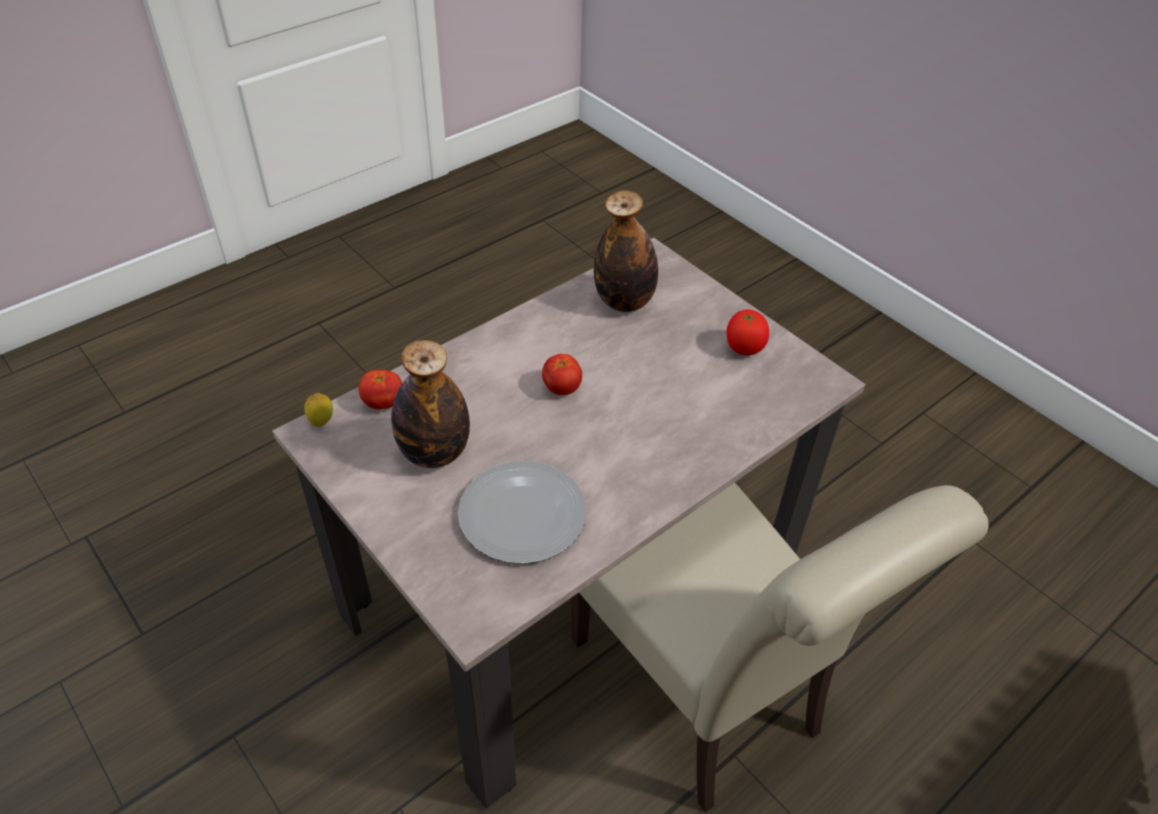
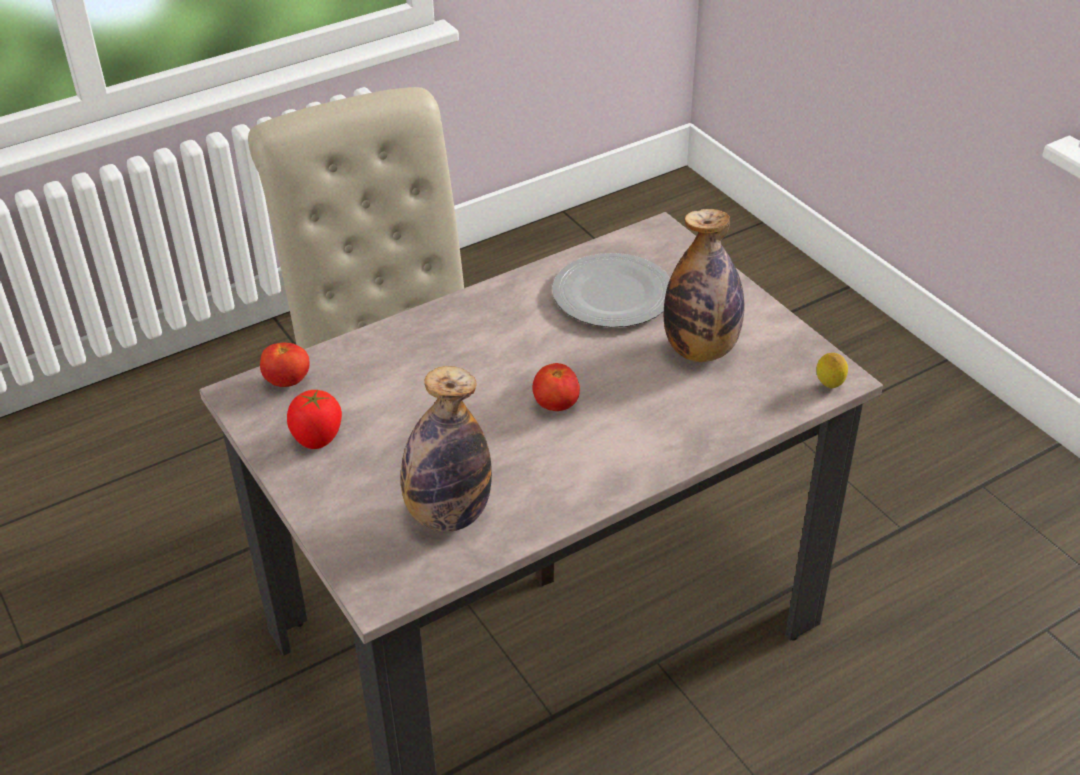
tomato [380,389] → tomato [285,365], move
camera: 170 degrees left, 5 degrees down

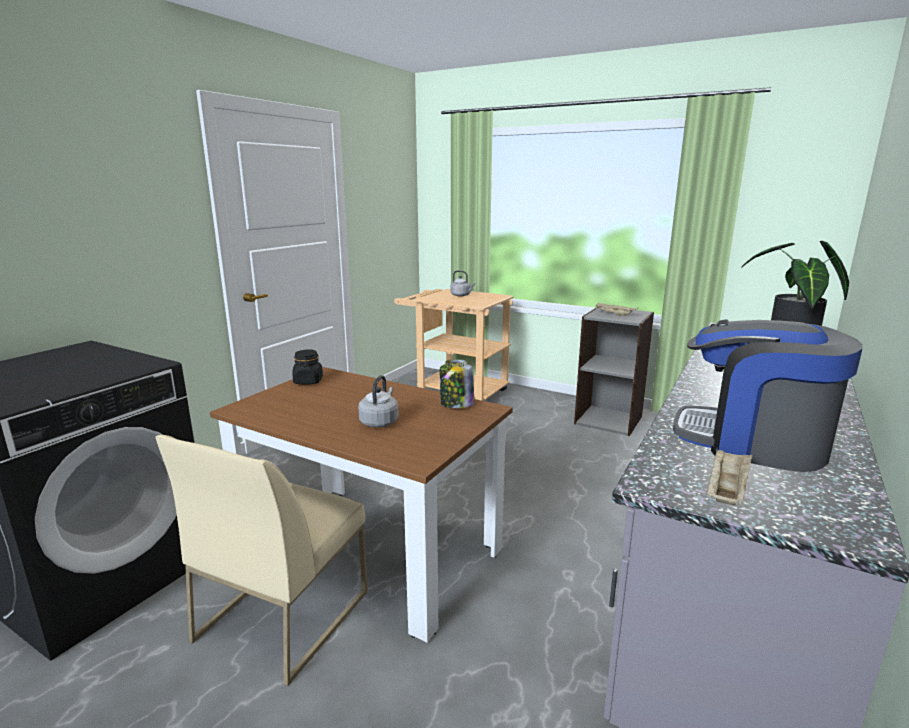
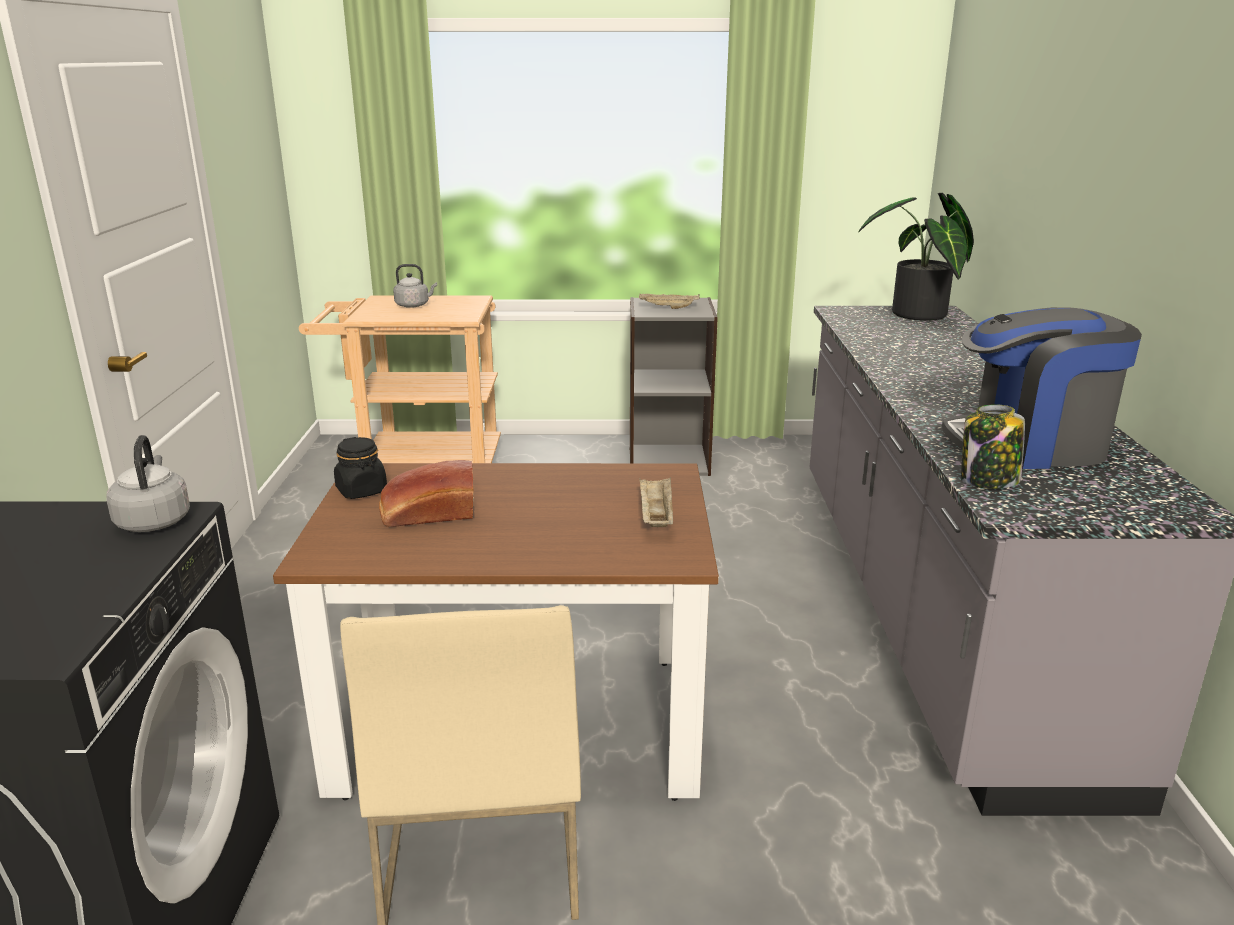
gray water kettle [378,401] → gray water kettle [148,483], move
- → bakery bread [426,493]
beige serving tray [729,476] → beige serving tray [656,502], move
preserve jar [457,383] → preserve jar [993,446], move
camera: 30 degrees left, 5 degrees up

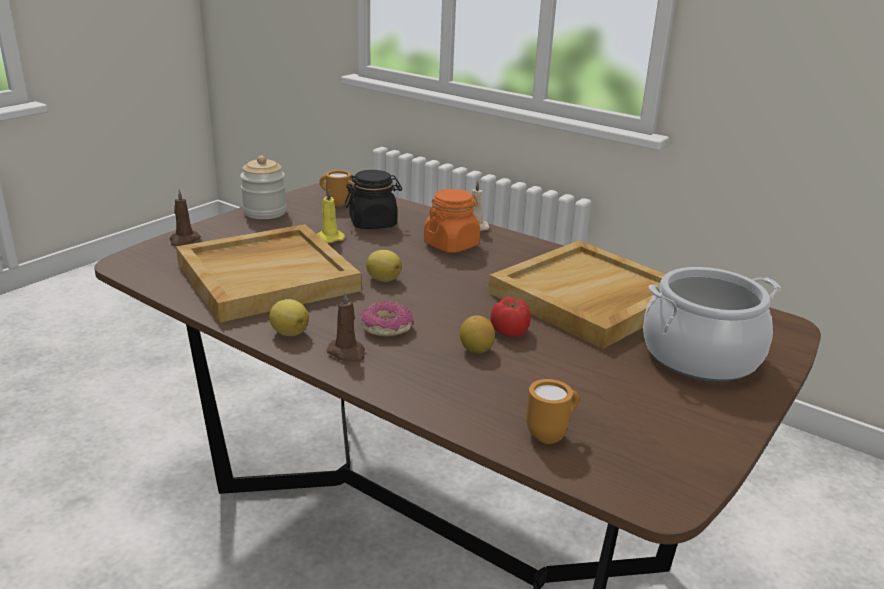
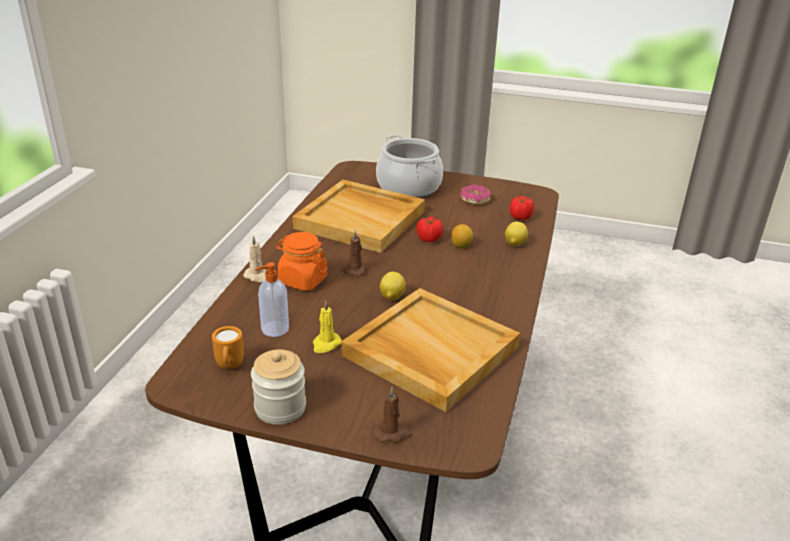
black-coloured preserve jar [373,199] → liquid soap bottle [272,299]
brown-coloured wax candle [345,326] → brown-coloured wax candle [355,253], move
ring doughnut [387,319] → ring doughnut [475,194], move
citrus fruit [289,317] → citrus fruit [516,233], move
orange mug [553,411] → tomato [522,208]
camera: 110 degrees left, 5 degrees up

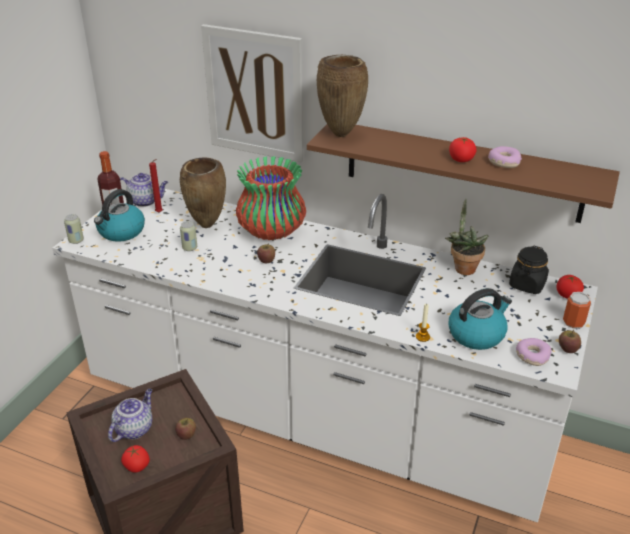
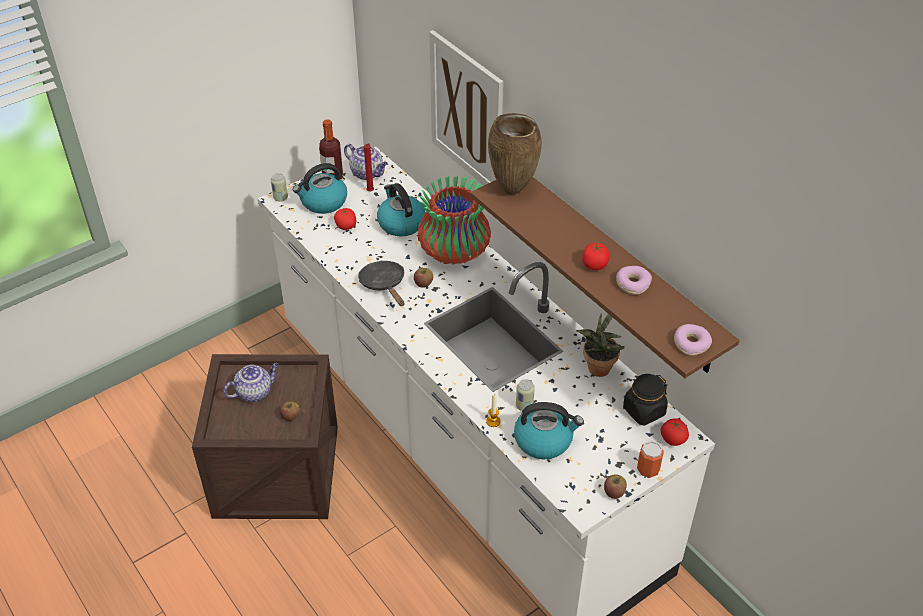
tomato [135,459] → tomato [345,218], move
- → black-coloured pan [381,283]
brown-coloured vase [203,193] → water kettle [401,210]
can [188,236] → can [525,395], move
ring doughnut [534,352] → ring doughnut [693,340], move
camera: 30 degrees right, 10 degrees up

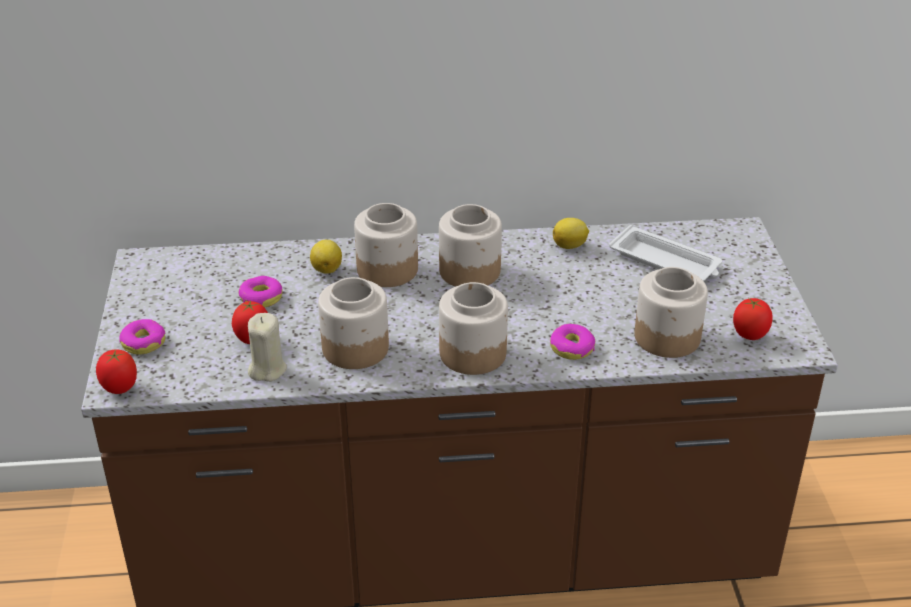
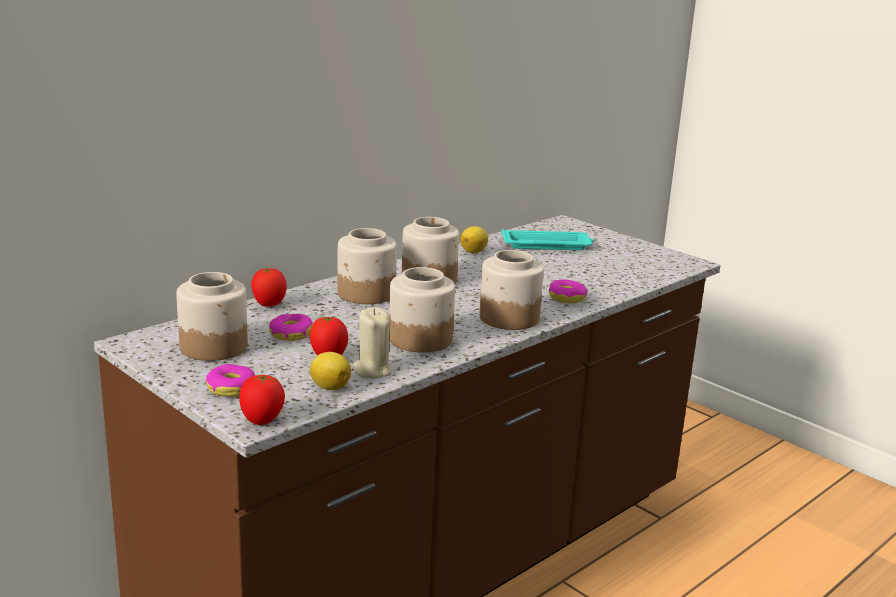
preserve jar [671,312] → preserve jar [212,316], move
tomato [753,319] → tomato [269,287], move
citrus fruit [326,257] → citrus fruit [330,371], move
whitish serving tray [665,253] → turquoise serving tray [548,239]
camera: 40 degrees left, 15 degrees down

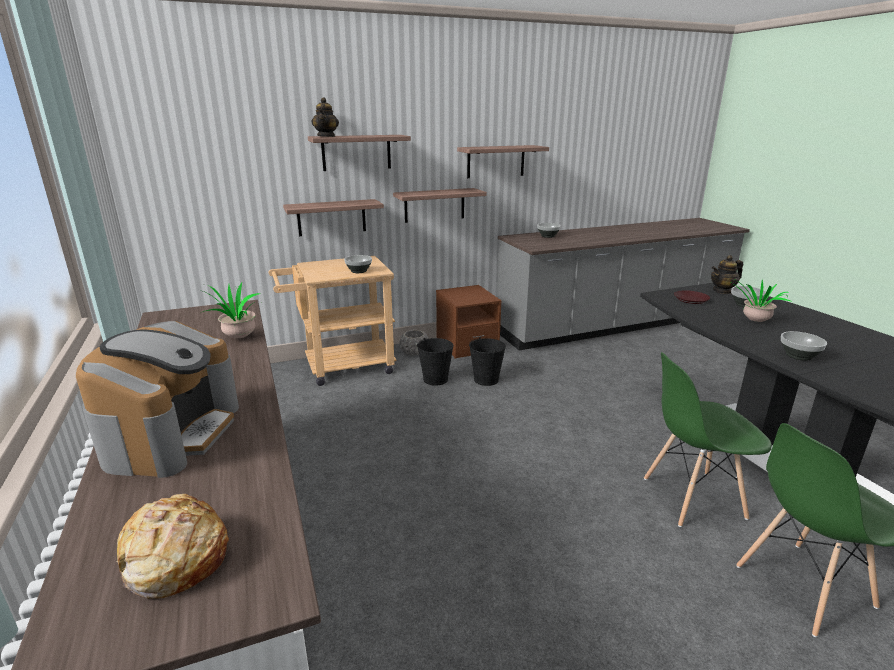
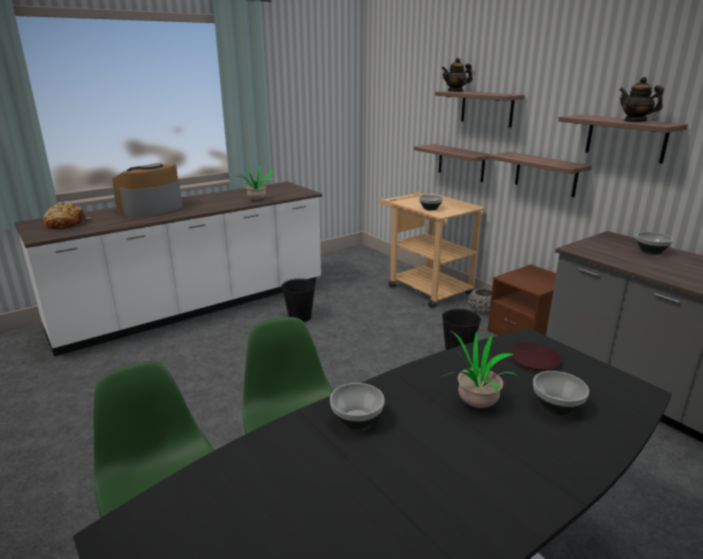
coffee brewer [157,399] → coffee brewer [147,190], 135 degrees clockwise
black-coloured bucket [435,362] → black-coloured bucket [298,300], move
teapot [727,274] → teapot [642,99], move
camera: 75 degrees right, 0 degrees up

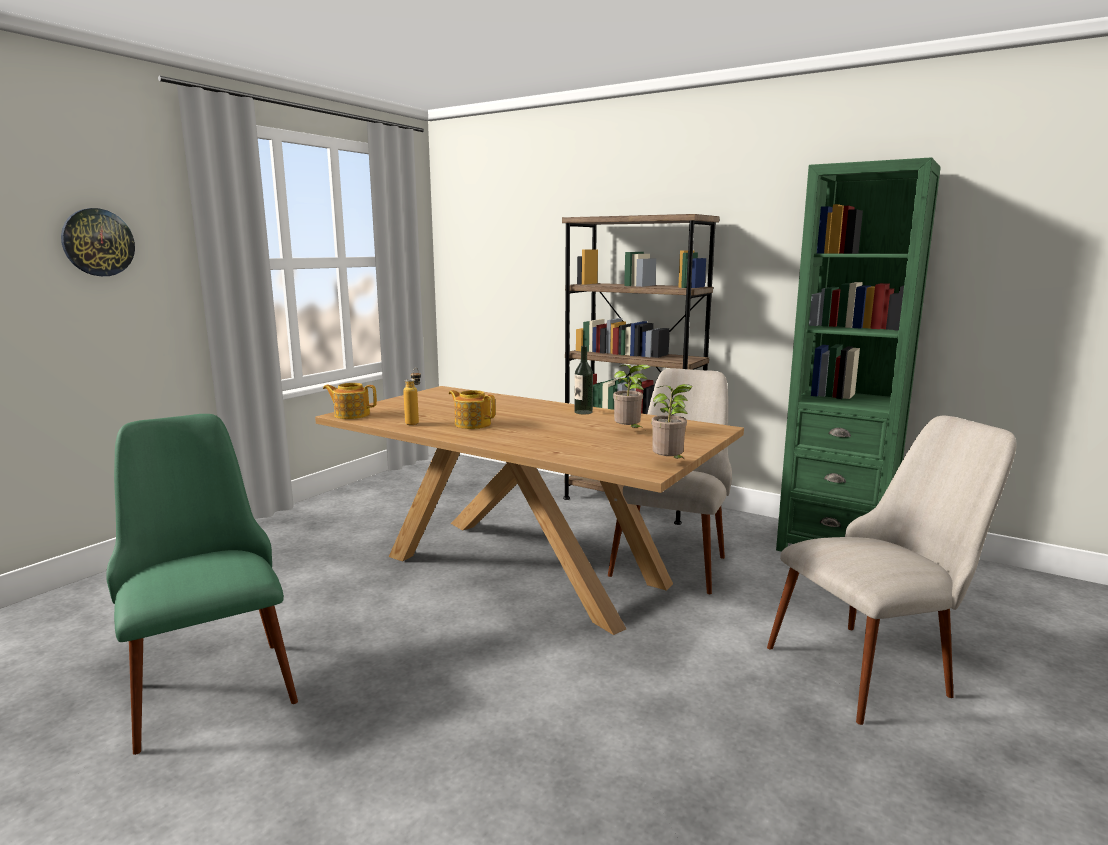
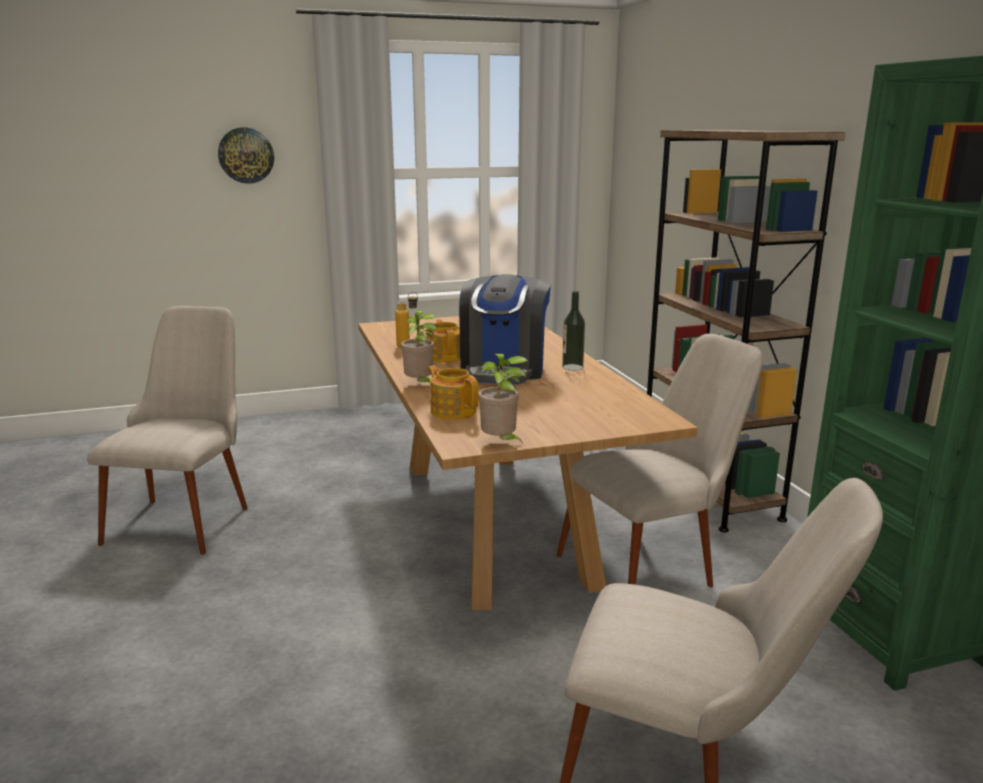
greenish upright chair [202,584] → beige upright chair [167,430]
houseplant [631,397] → houseplant [419,346], move
teapot [350,401] → teapot [453,392], move
- → coffee brewer [505,329]
camera: 40 degrees right, 5 degrees up

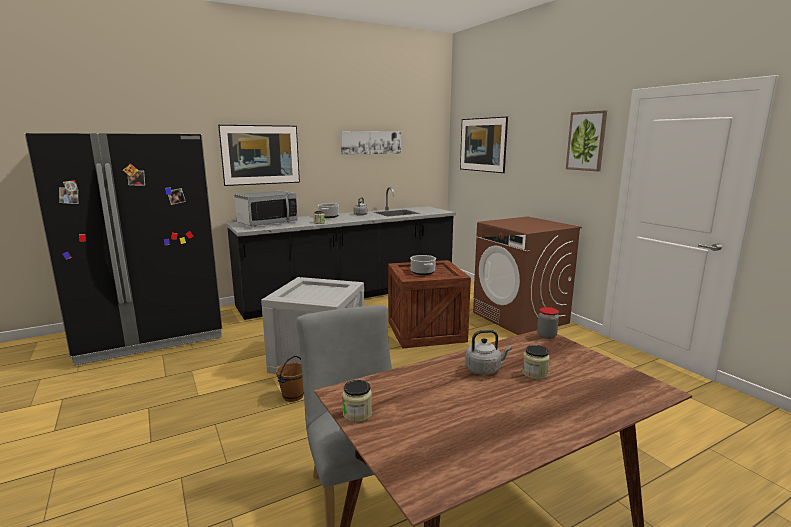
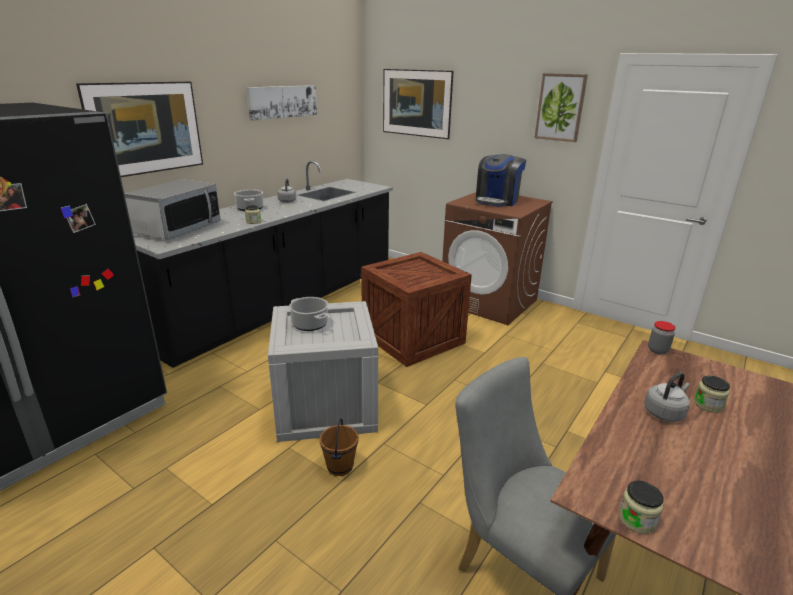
saucepot [423,265] → saucepot [308,314], move
- → coffee brewer [501,180]
camera: 25 degrees left, 10 degrees up

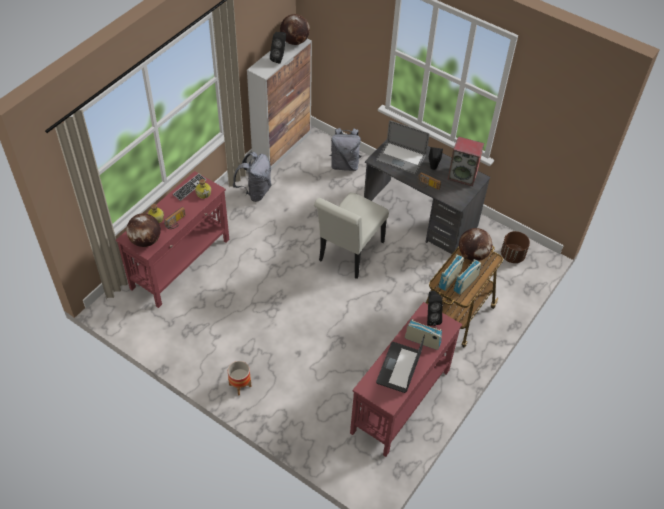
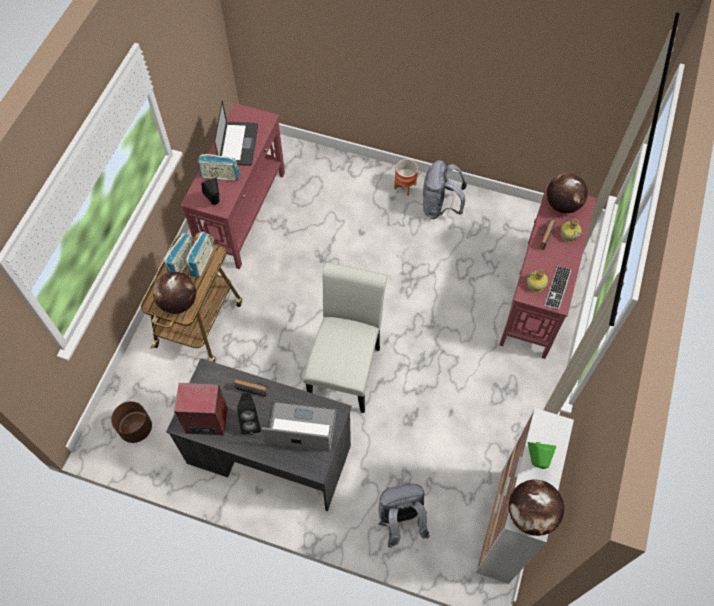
gray rucksack [252,177] → gray rucksack [445,189], move
black-coloured loudspeaker [278,48] → greenish loudspeaker [541,455]
camera: 165 degrees right, 10 degrees up

